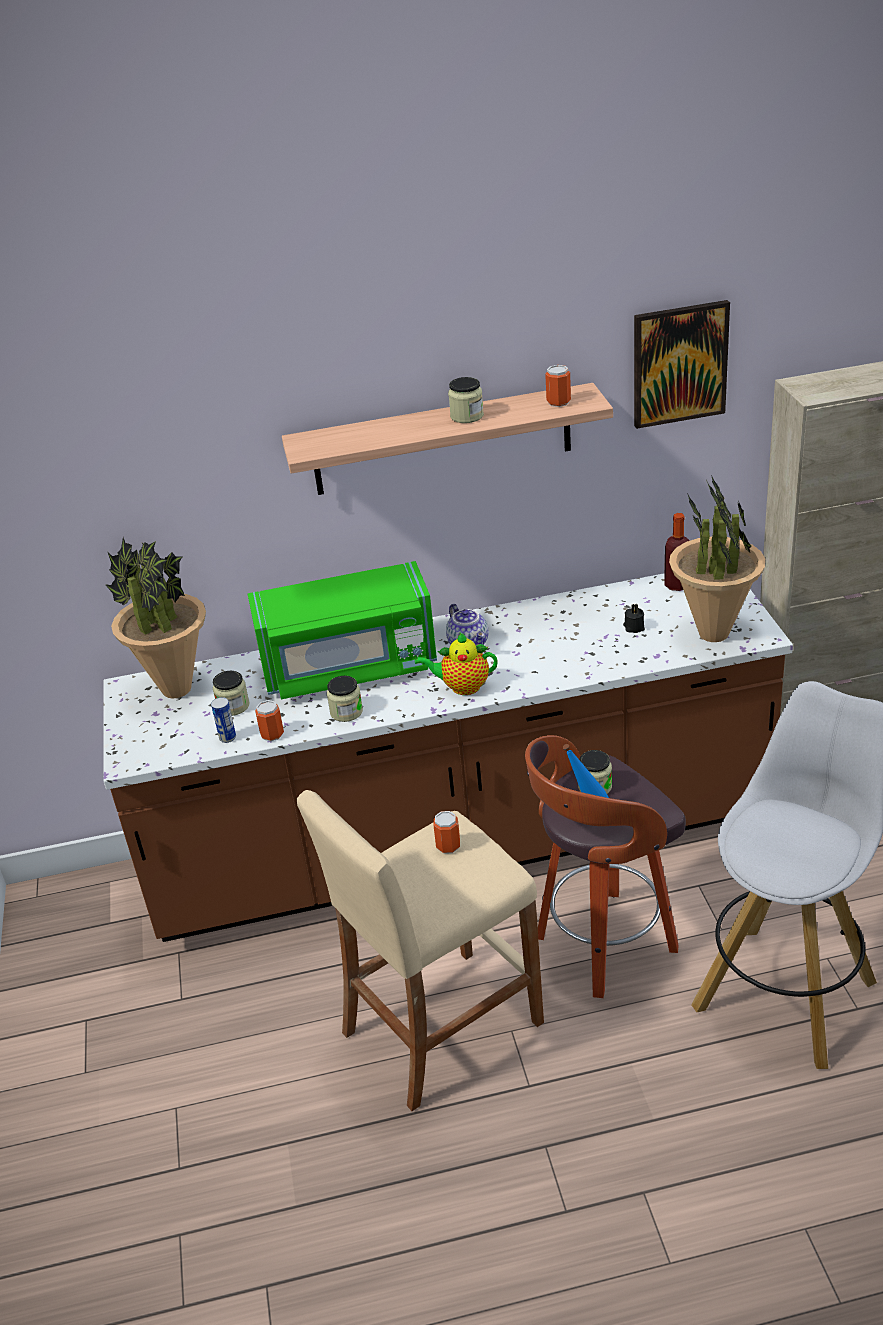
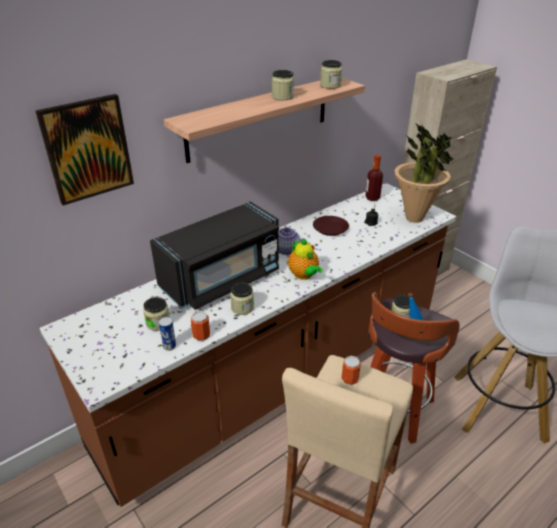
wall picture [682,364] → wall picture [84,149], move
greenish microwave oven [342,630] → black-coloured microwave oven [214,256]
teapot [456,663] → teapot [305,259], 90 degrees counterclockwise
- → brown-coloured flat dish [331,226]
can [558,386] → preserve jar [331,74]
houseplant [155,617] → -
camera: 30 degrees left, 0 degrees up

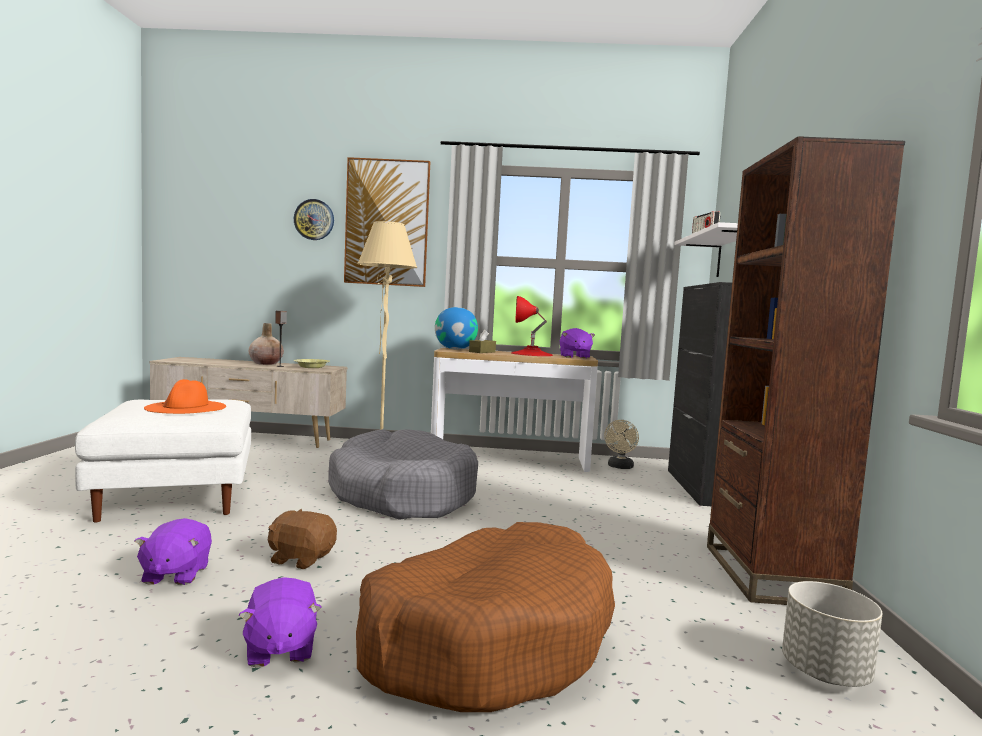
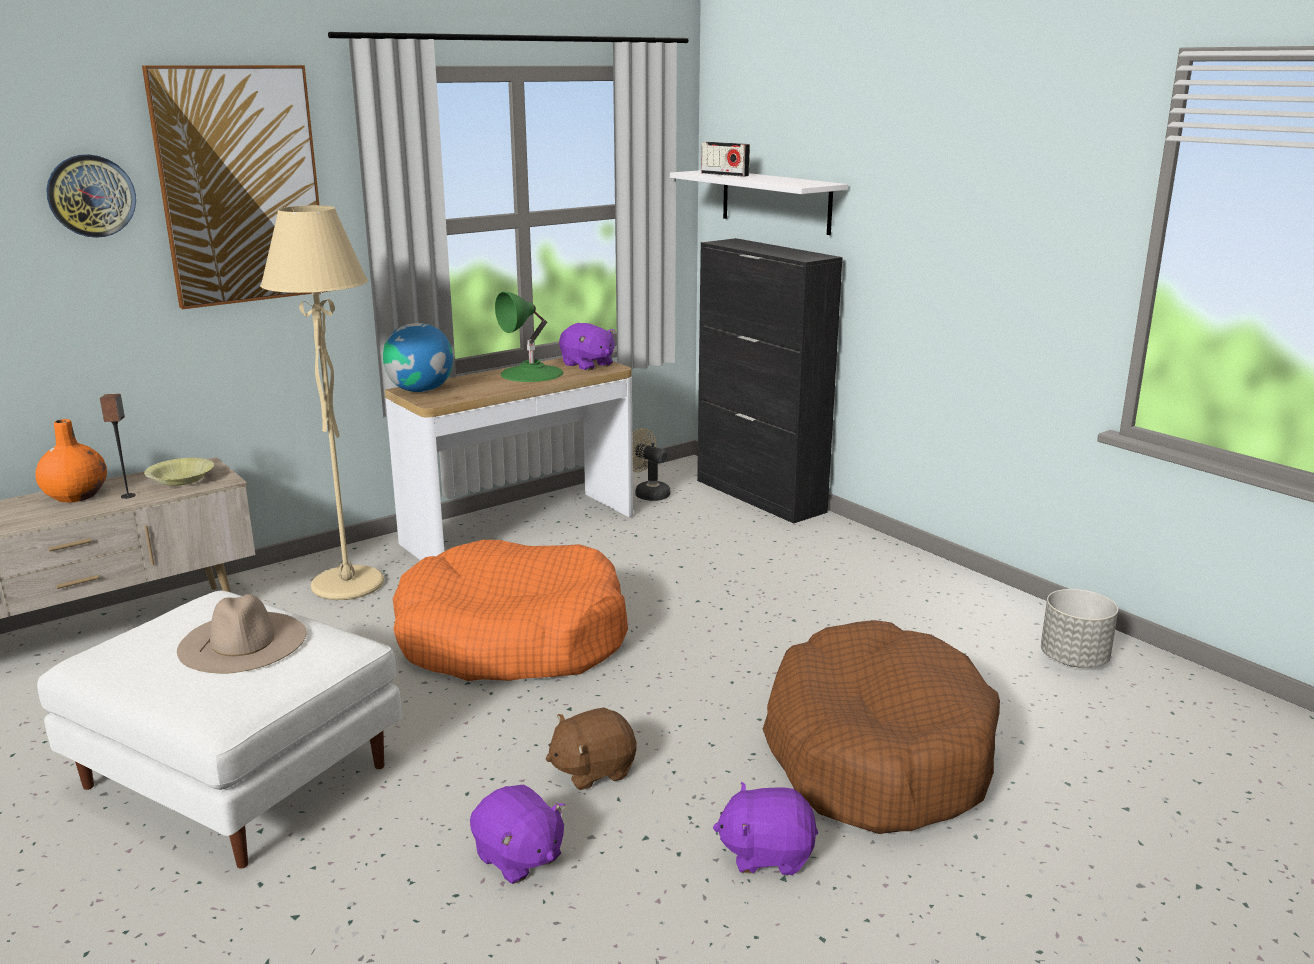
beige vase [266,344] → orange vase [71,460]
orange wearable hat [185,396] → beige wearable hat [242,634]
gray dog cushion [403,474] → orange dog cushion [510,610]
red-coloured table lamp [532,326] → greenish table lamp [529,337]
beige cooling fan [621,444] → beige cooling fan [651,464], 150 degrees clockwise
purplish soft toy [280,622] → purplish soft toy [765,828], 150 degrees clockwise
brown-coloured tissue box [482,341] → -
brown-coloured bookcase [806,370] → -
camera: 40 degrees left, 15 degrees up

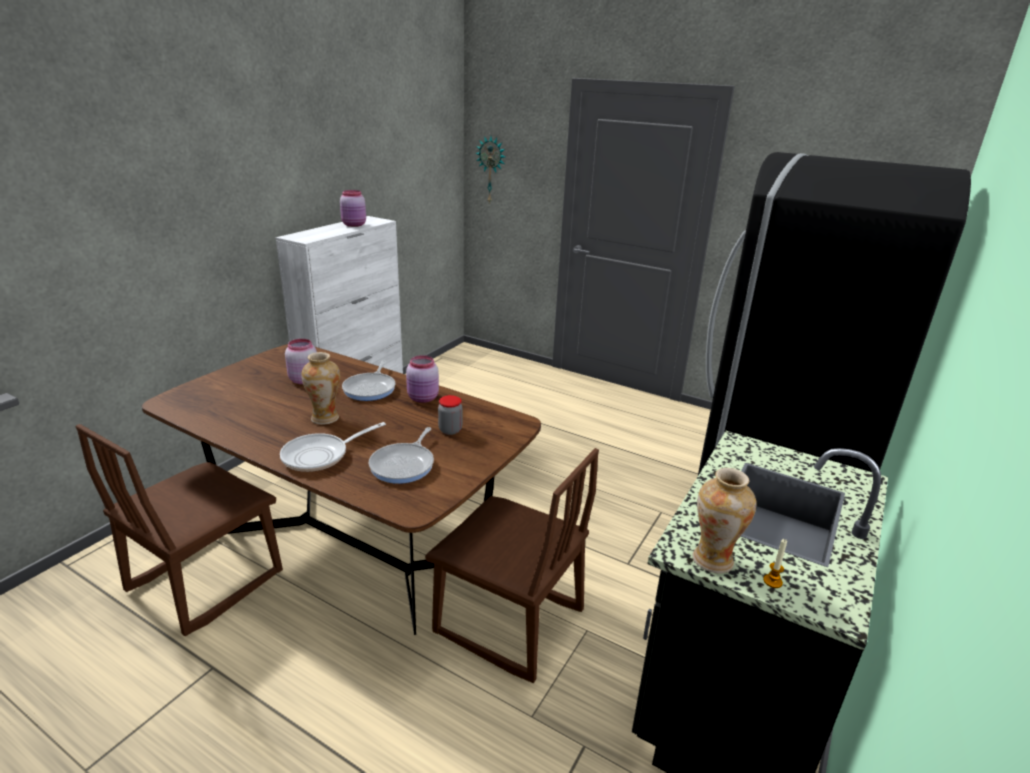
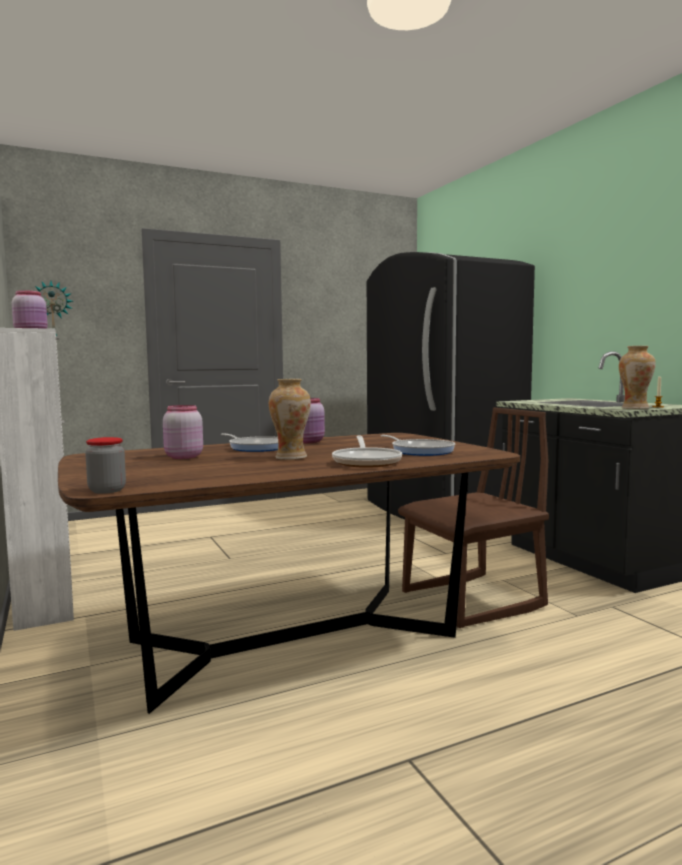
preserve jar [450,415] → preserve jar [105,465], move
brown-coloured upright chair [179,530] → -
camera: 55 degrees left, 20 degrees down

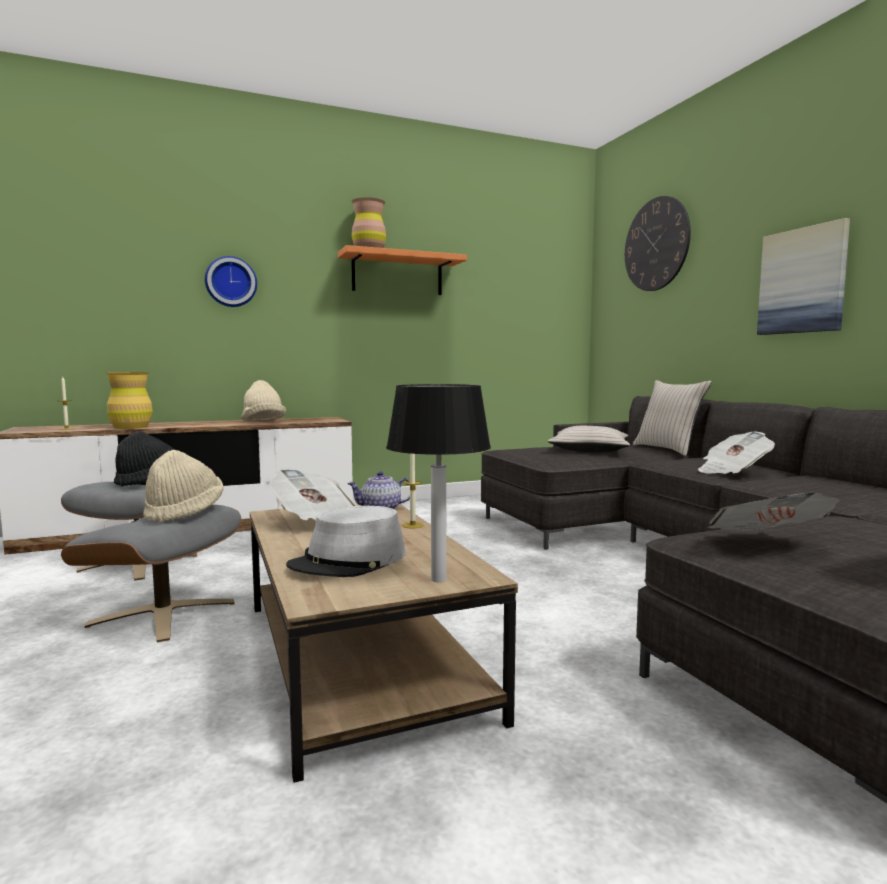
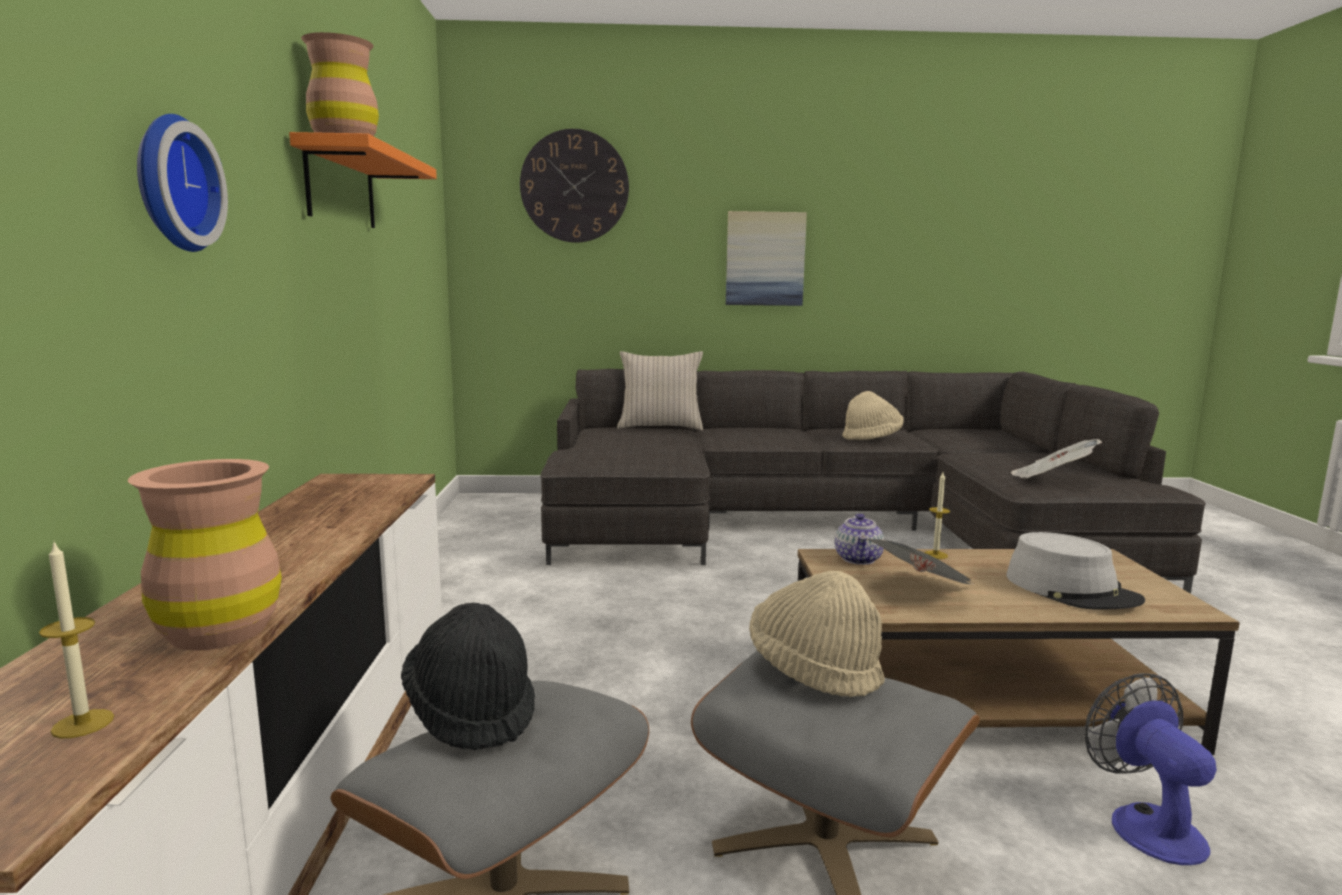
yellow-coloured vase [129,400] → brown-coloured vase [205,554]
beige wearable hat [263,400] → beige wearable hat [873,415], move
- → cooling fan [1151,769]
table lamp [438,483] → -
beige pillow [589,439] → -
daily paper [736,453] → -
camera: 70 degrees left, 5 degrees up

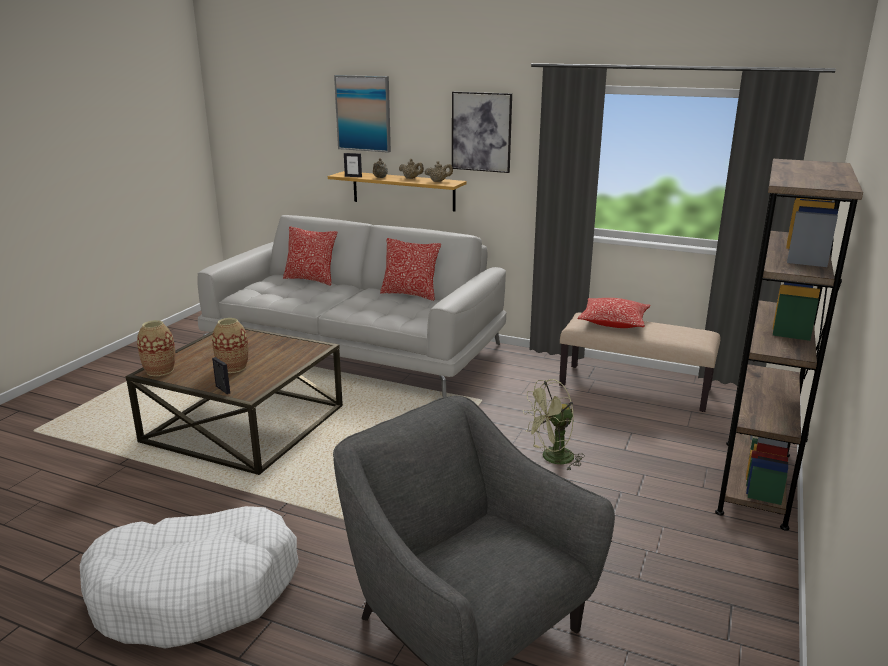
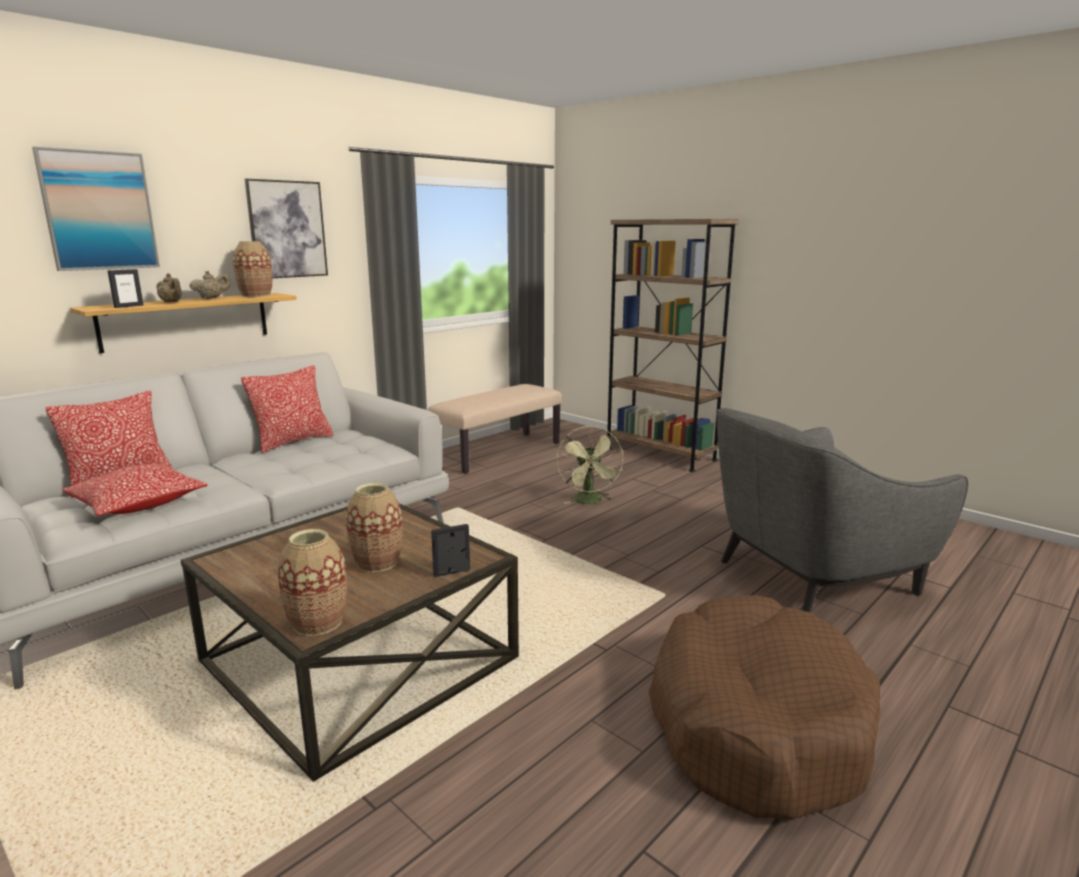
pillow [613,313] → pillow [134,489], move
beige teapot [438,171] → vase [253,269]
whitish dog cushion [189,577] → brown-coloured dog cushion [764,707]
camera: 70 degrees left, 5 degrees down

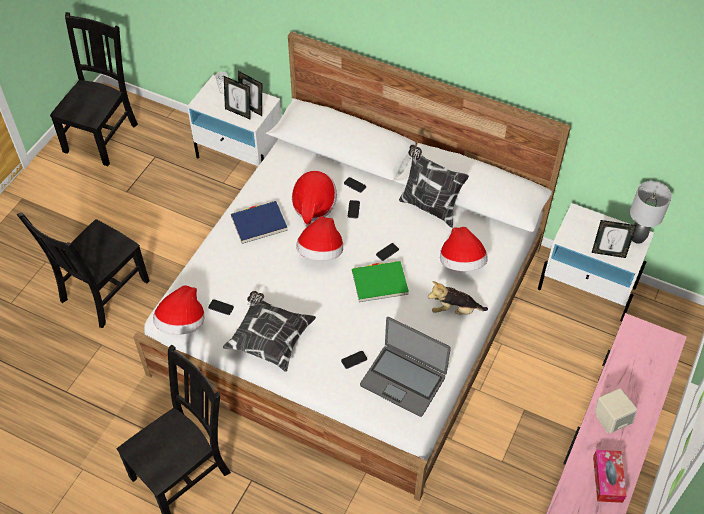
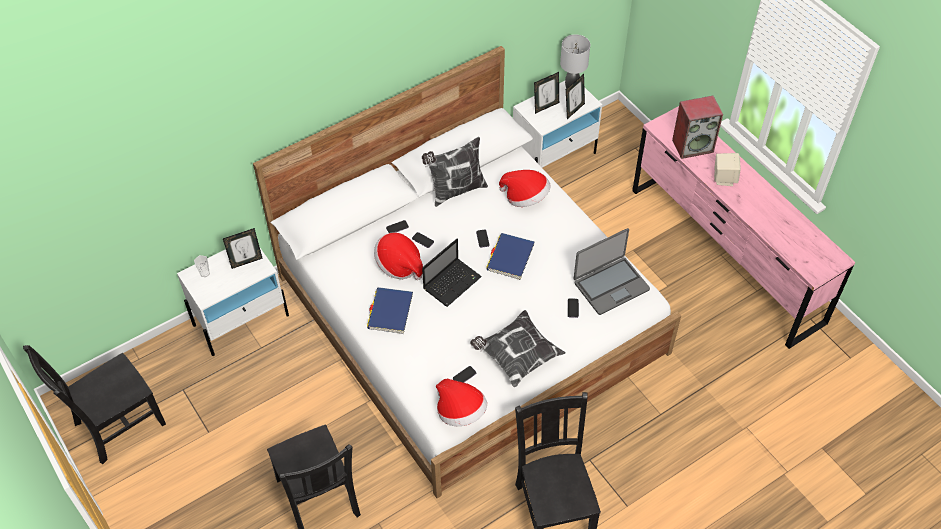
black-coloured upright chair [94,89] → black-coloured upright chair [94,404], 90 degrees counterclockwise
wearable hat [319,238] → portable computer [452,273]
greenish book [380,281] → blue-coloured book [510,256]
photo frame [237,98] → photo frame [546,93], move
- → loudspeaker [697,127]
soft toy [458,298] → -
tissue box [609,476] → -
camera: 60 degrees left, 0 degrees up

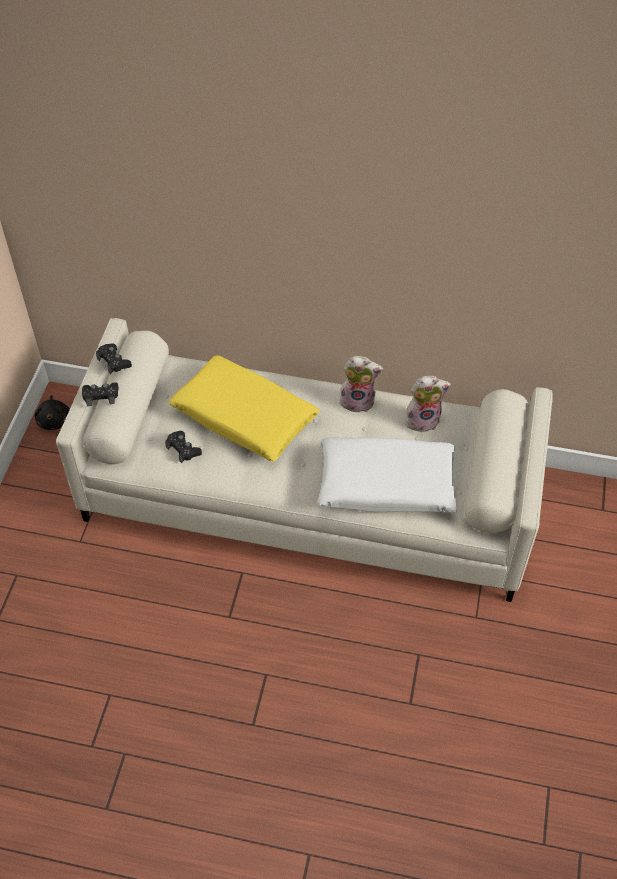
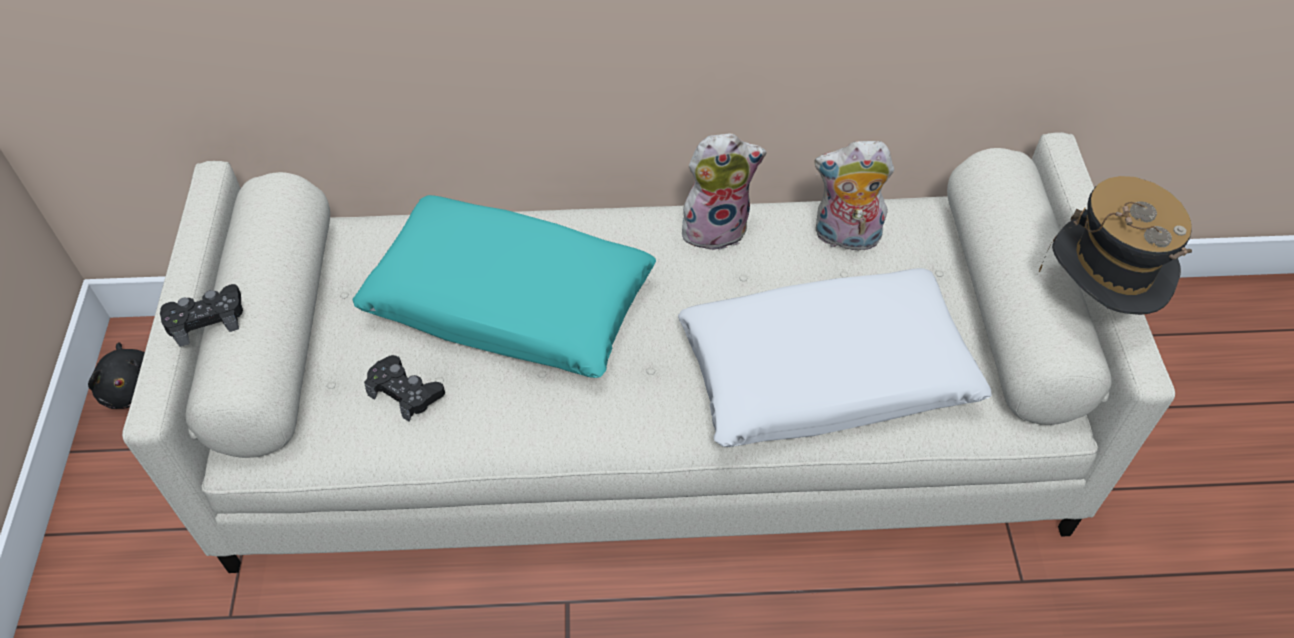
yellow-coloured pillow [244,408] → turquoise pillow [504,286]
soft toy [428,404] → soft toy [854,196], 150 degrees counterclockwise
- → wearable hat [1115,245]
black-coloured joypad [114,359] → -
camera: 15 degrees left, 0 degrees up

